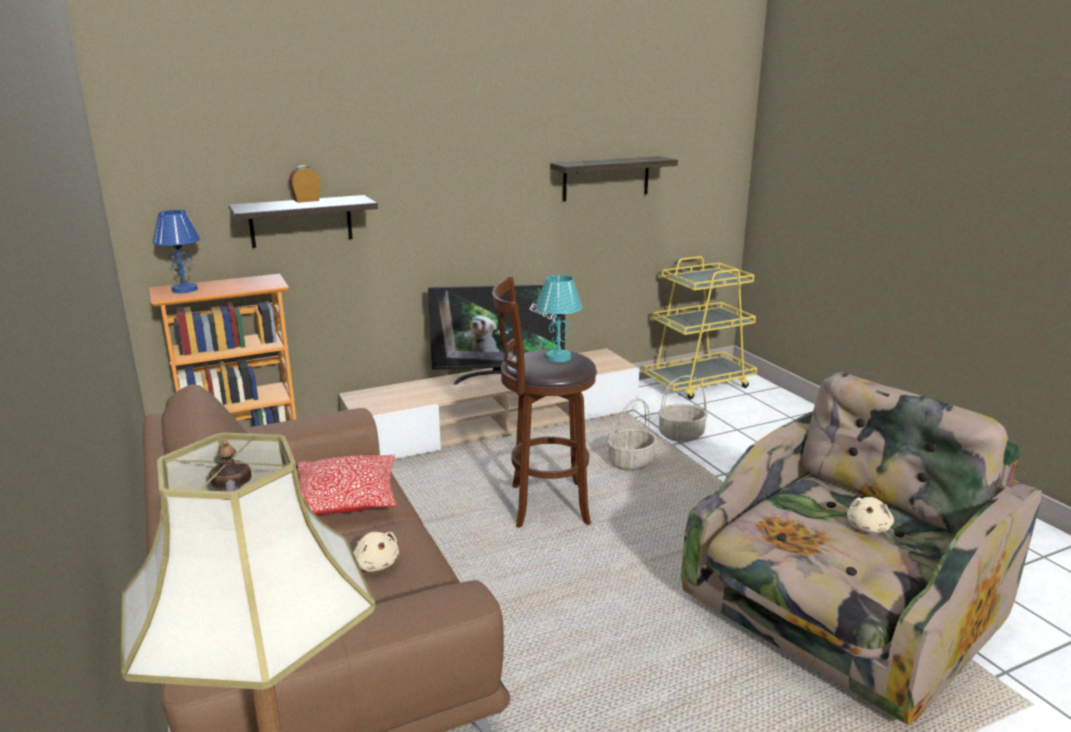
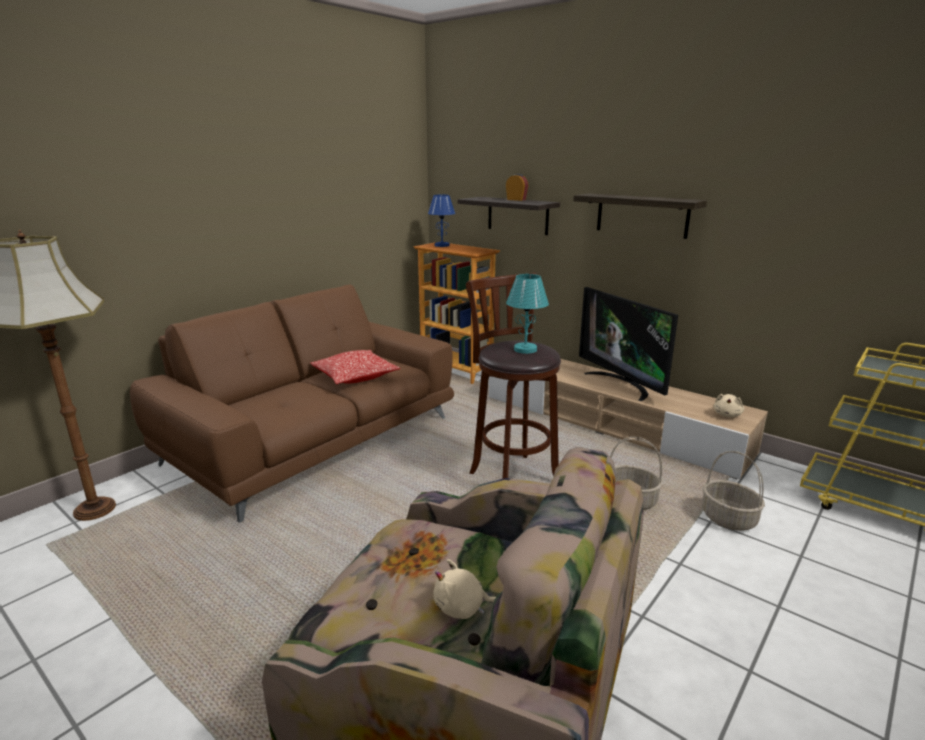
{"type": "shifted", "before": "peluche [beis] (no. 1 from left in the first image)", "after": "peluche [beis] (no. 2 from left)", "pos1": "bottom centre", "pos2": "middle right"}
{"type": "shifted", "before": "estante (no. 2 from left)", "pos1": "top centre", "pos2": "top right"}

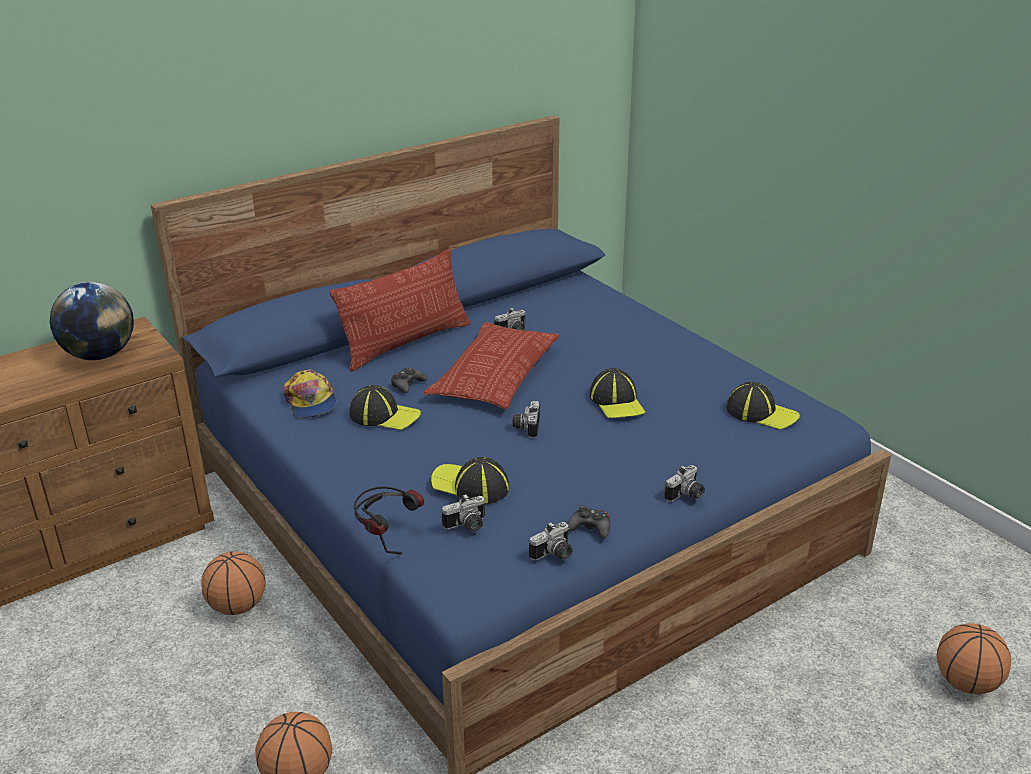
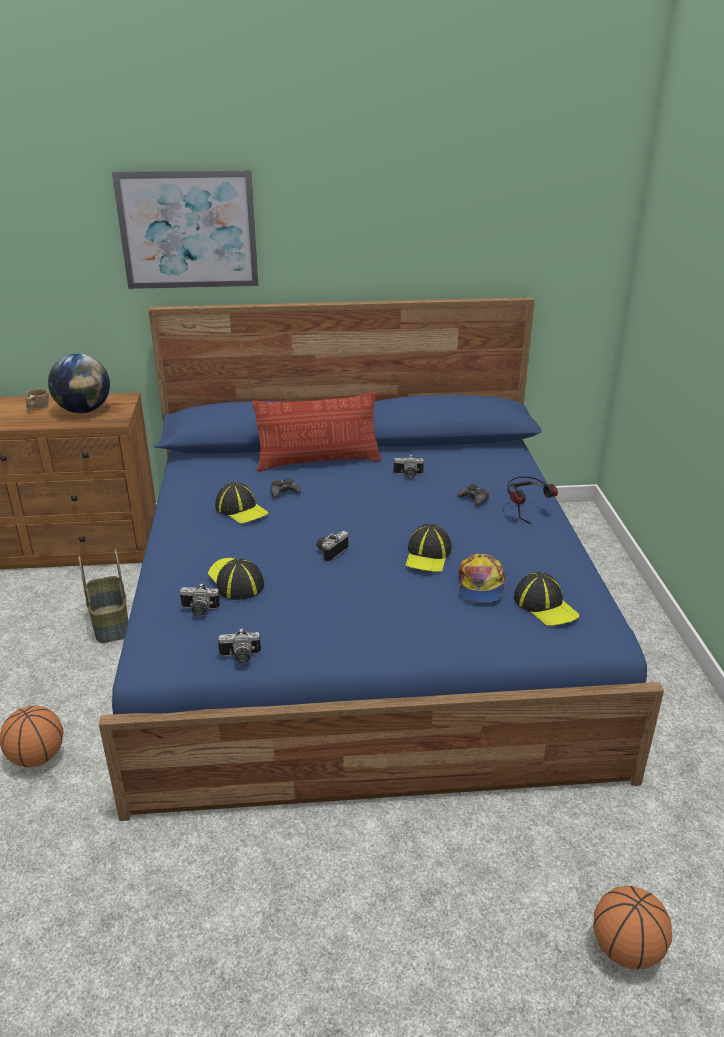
{"type": "gone", "before": "cojín (no. 2 from left)", "pos1": "centre"}
{"type": "gone", "before": "cámara (no. 5 from left)", "pos1": "centre"}
{"type": "new", "after": "taza [beis]", "pos2": "middle left"}
{"type": "new", "after": "cuadro", "pos2": "top left"}
{"type": "shifted", "before": "gorra (no. 1 from left in the first image)", "after": "gorra (no. 4 from left)", "pos1": "middle left", "pos2": "centre"}
{"type": "shifted", "before": "auriculares", "pos1": "bottom centre", "pos2": "middle right"}
{"type": "shifted", "before": "mando de consola [negro] (no. 2 from left)", "pos1": "bottom centre", "pos2": "centre"}
{"type": "swapped", "before": "balón de baloncesto (no. 1 from left)", "after": "cesta", "pos1": "bottom left", "pos2": "middle left"}

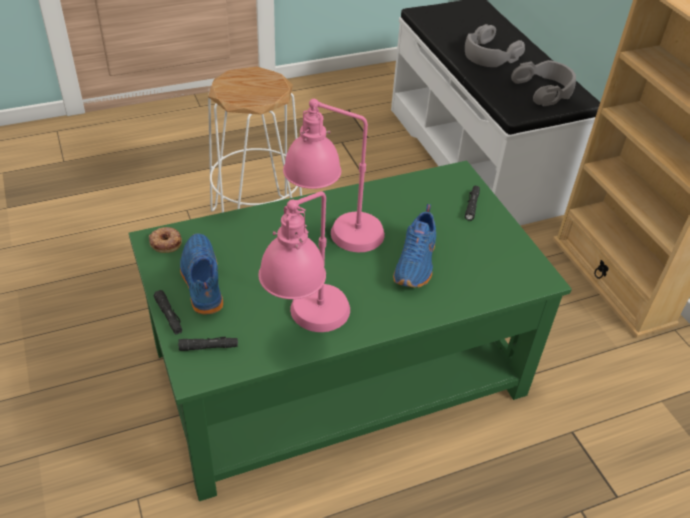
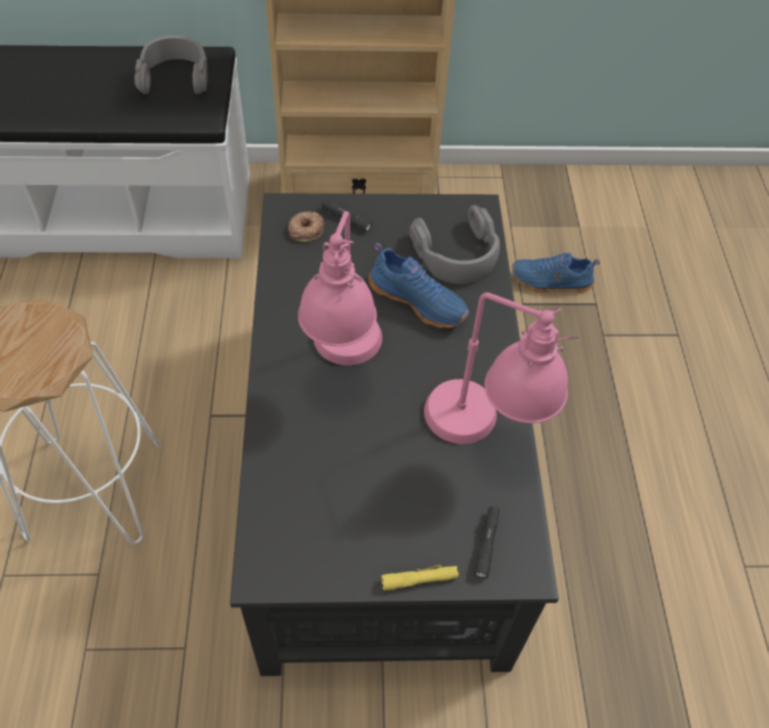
{"type": "shifted", "before": "rosquilla", "pos1": "middle left", "pos2": "top centre"}
{"type": "shifted", "before": "zapato [azul] (no. 1 from left in the first image)", "after": "zapato [azul] (no. 2 from left)", "pos1": "middle left", "pos2": "middle right"}
{"type": "shifted", "before": "auriculares [gris] (no. 1 from left in the first image)", "after": "auriculares [gris] (no. 2 from left)", "pos1": "top right", "pos2": "centre"}
{"type": "repainted", "before": "mesa de centro [verde]", "after": "mesa de centro [negro]", "pos1": "centre", "pos2": "centre"}
{"type": "repainted", "before": "linterna [negro] (no. 1 from left)", "after": "linterna [amarillo]", "pos1": "middle left", "pos2": "bottom centre"}

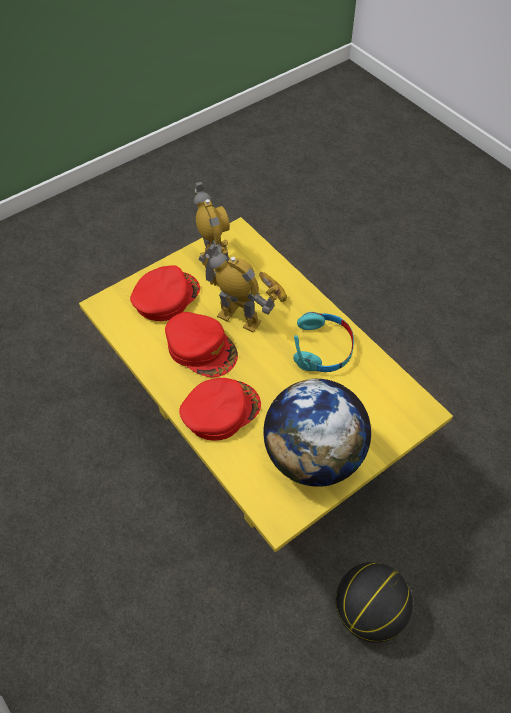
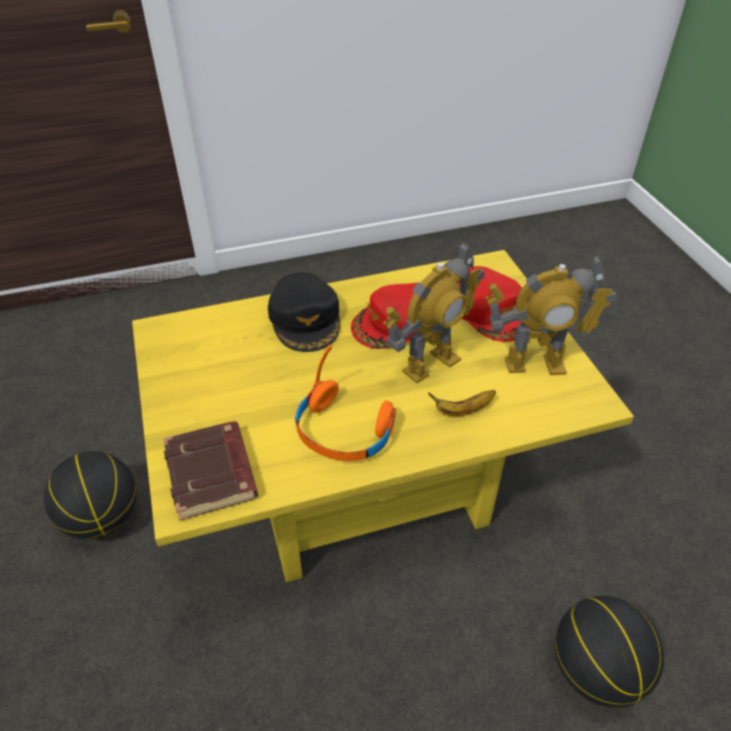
{"type": "gone", "before": "globo terráqueo", "pos1": "centre"}
{"type": "new", "after": "libro [marrón]", "pos2": "middle left"}
{"type": "new", "after": "balón de baloncesto (no. 2 from left)", "pos2": "bottom right"}
{"type": "repainted", "before": "gorra [rojo] (no. 3 from left)", "after": "gorra [negro]", "pos1": "centre", "pos2": "centre"}
{"type": "repainted", "before": "auriculares [turquesa]", "after": "auriculares [naranja]", "pos1": "centre", "pos2": "centre"}

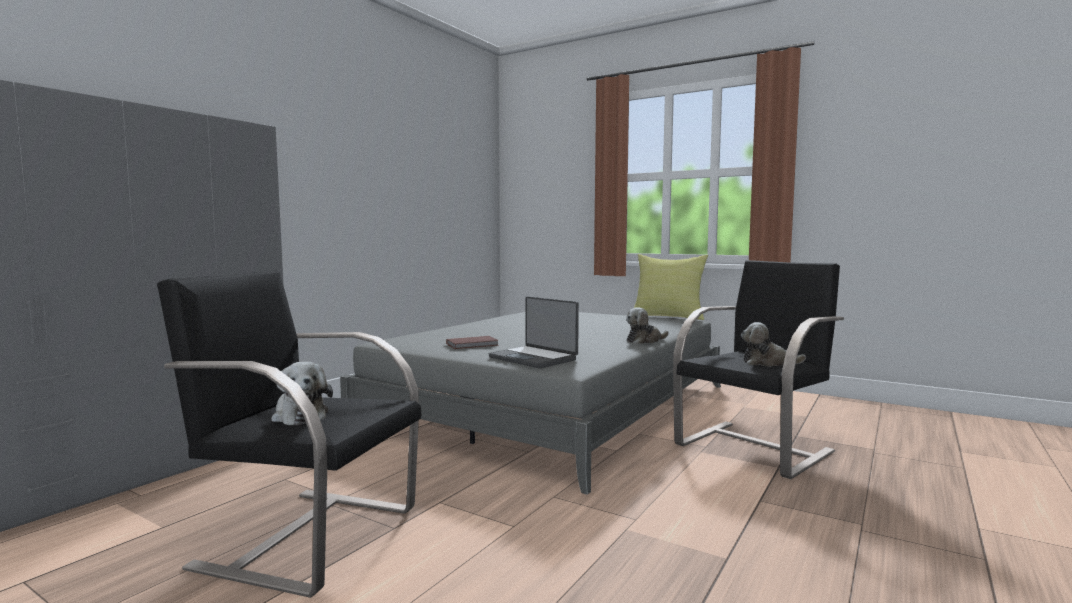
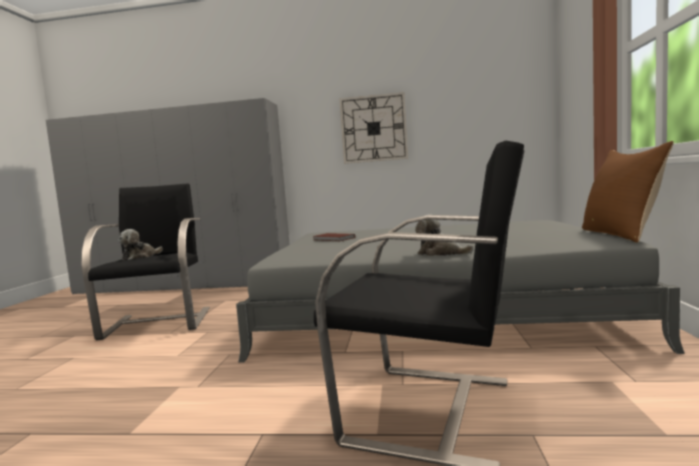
{"type": "gone", "before": "portátil", "pos1": "centre"}
{"type": "gone", "before": "peluche (no. 3 from left)", "pos1": "middle right"}
{"type": "new", "after": "reloj de pared", "pos2": "top centre"}
{"type": "repainted", "before": "cojín [amarillo]", "after": "cojín [marrón]", "pos1": "centre", "pos2": "middle right"}

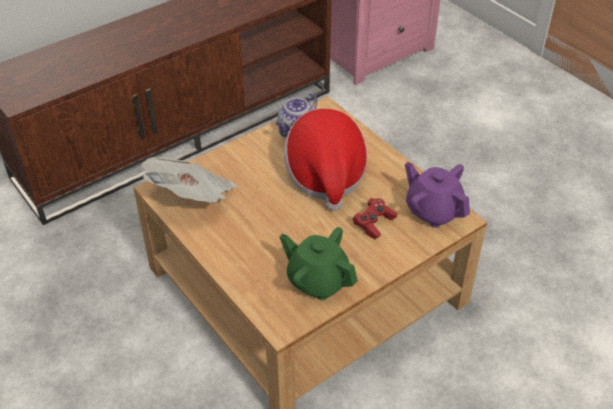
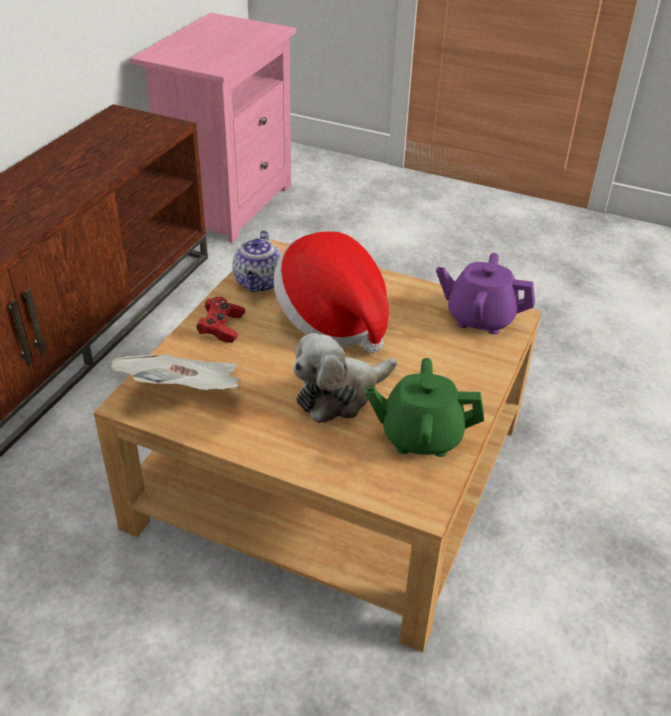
{"type": "new", "after": "peluche", "pos2": "centre"}
{"type": "shifted", "before": "mando de consola [rojo]", "pos1": "centre", "pos2": "middle left"}

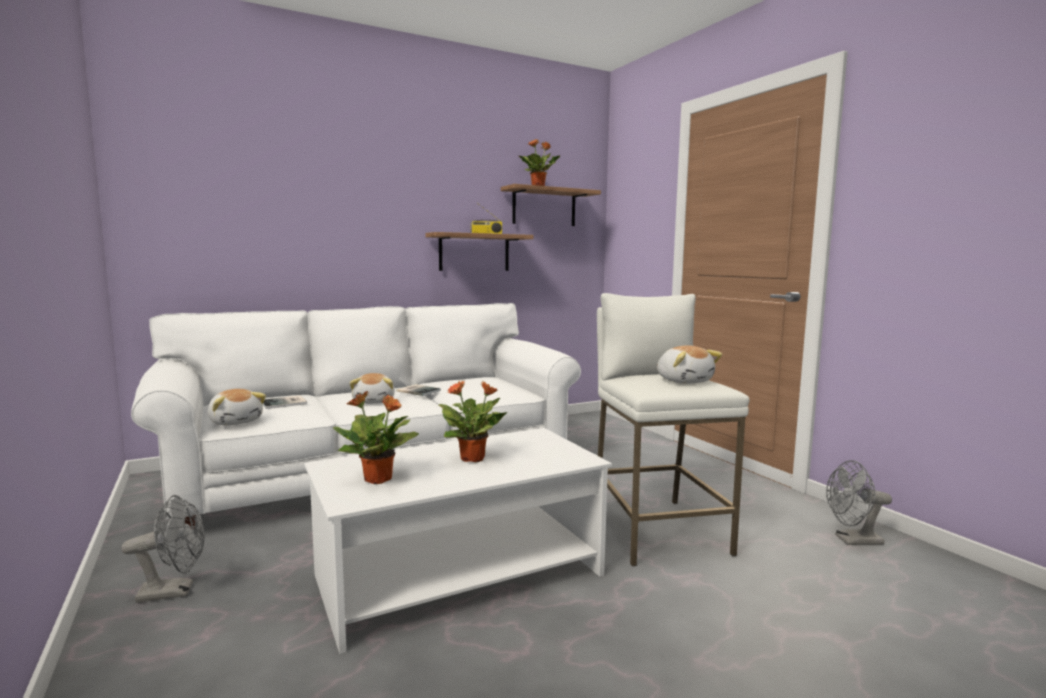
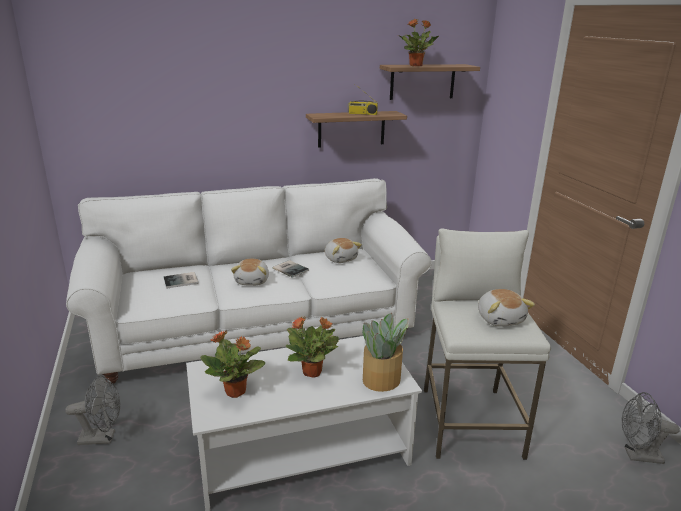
{"type": "new", "after": "planta en maceta (no. 3 from left)", "pos2": "bottom centre"}
{"type": "shifted", "before": "peluche (no. 1 from left in the first image)", "after": "peluche (no. 2 from left)", "pos1": "middle left", "pos2": "centre"}

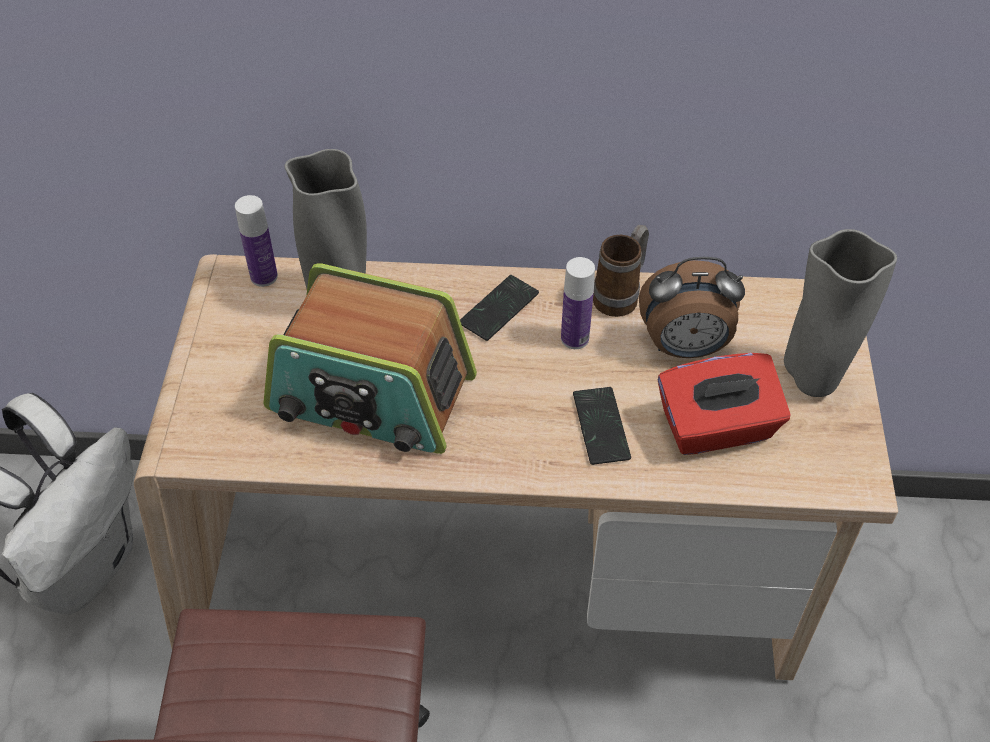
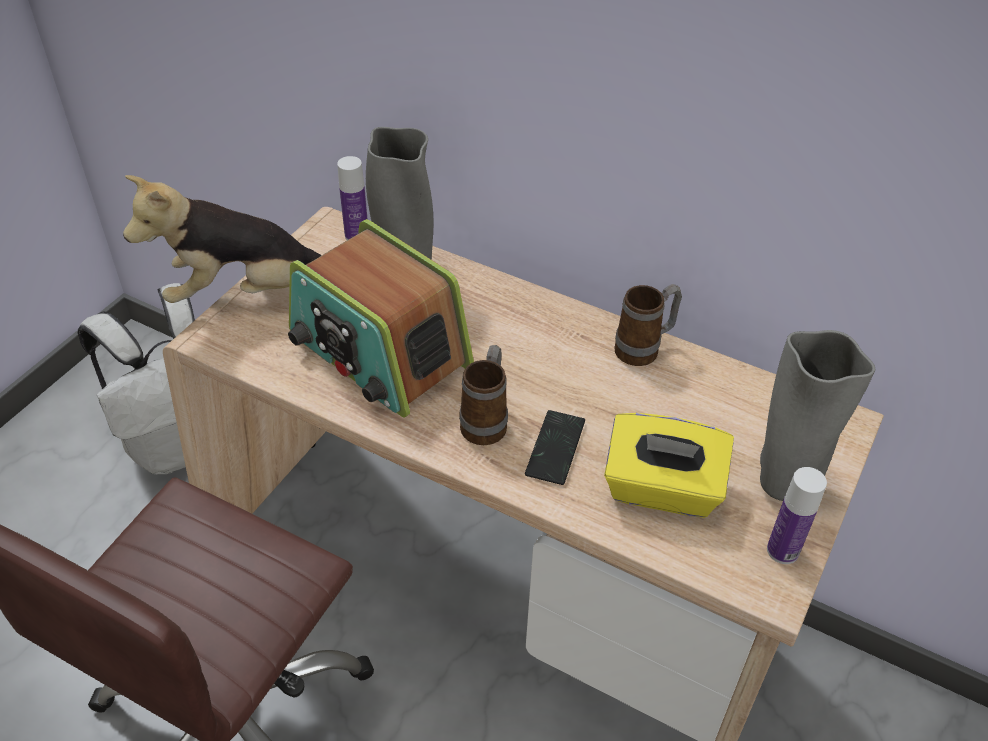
{"type": "gone", "before": "móvil (no. 1 from left)", "pos1": "centre"}
{"type": "gone", "before": "despertador", "pos1": "middle right"}
{"type": "new", "after": "peluche", "pos2": "top left"}
{"type": "new", "after": "taza grande (no. 1 from left)", "pos2": "centre"}
{"type": "shifted", "before": "botella (no. 2 from left)", "pos1": "centre", "pos2": "bottom right"}
{"type": "repainted", "before": "caja de pañuelos [rojo]", "after": "caja de pañuelos [amarillo]", "pos1": "middle right", "pos2": "middle right"}

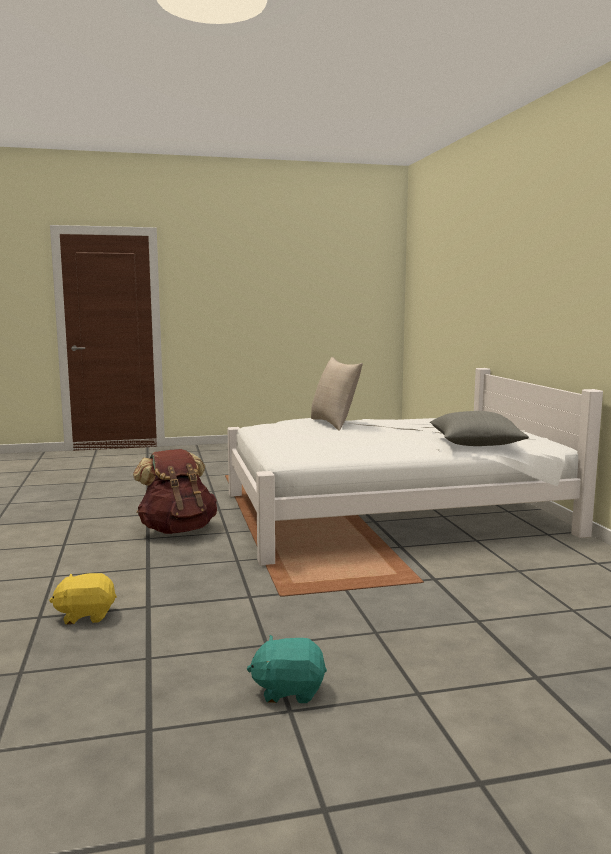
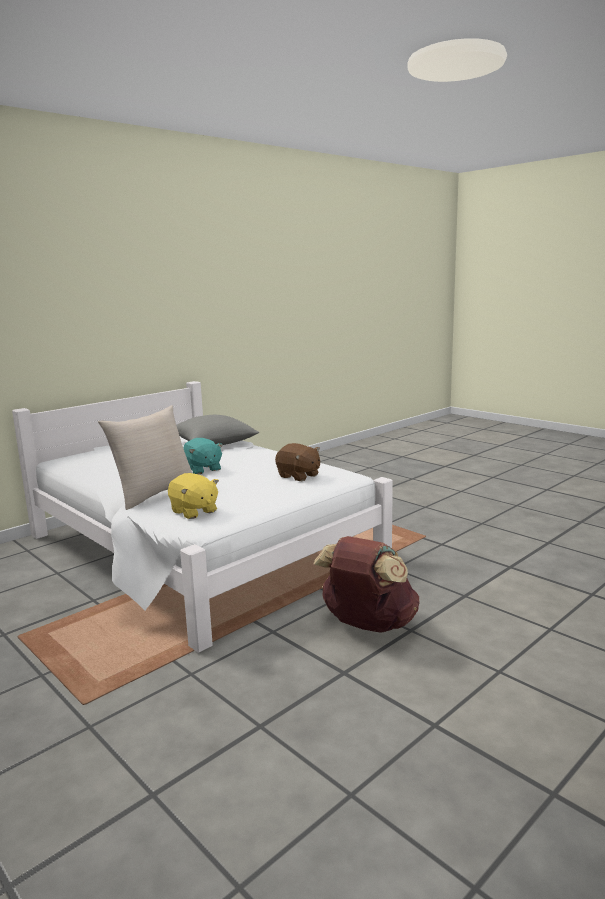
{"type": "new", "after": "peluche [marrón]", "pos2": "centre"}
{"type": "shifted", "before": "peluche [amarillo]", "pos1": "bottom left", "pos2": "middle left"}
{"type": "shifted", "before": "peluche [turquesa]", "pos1": "bottom centre", "pos2": "centre"}

